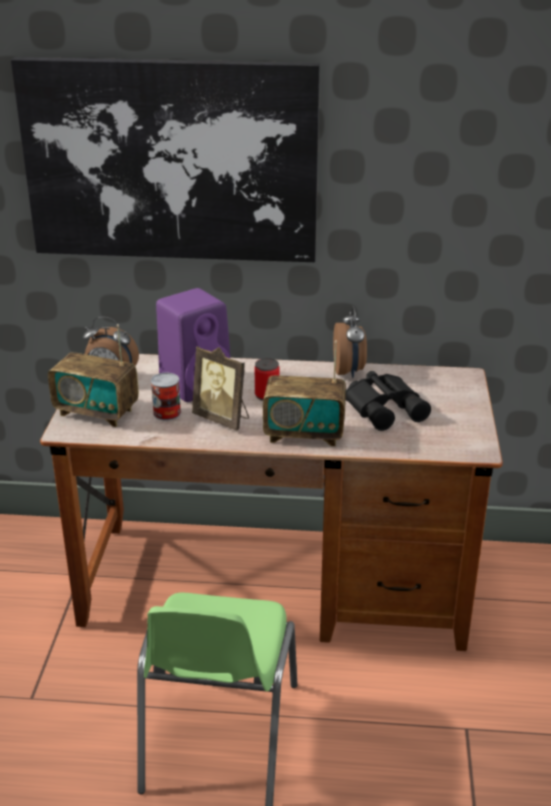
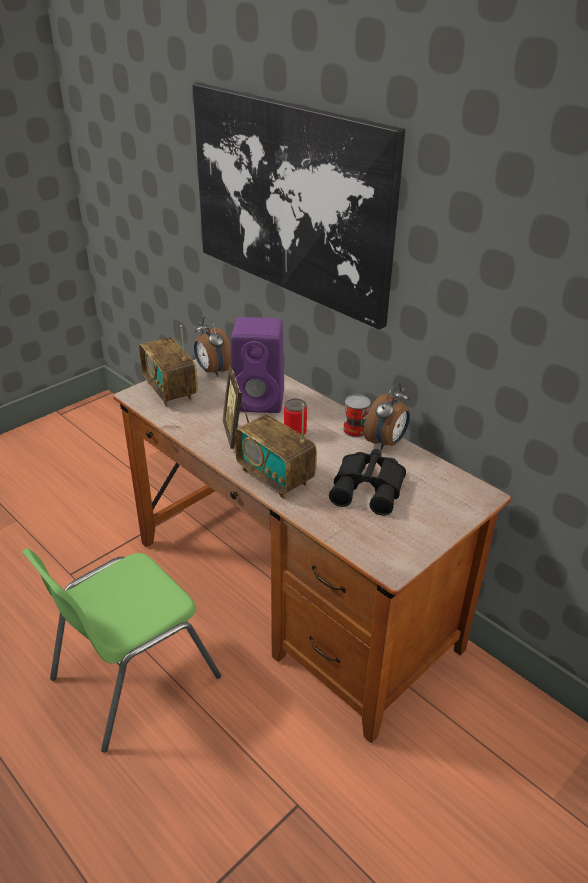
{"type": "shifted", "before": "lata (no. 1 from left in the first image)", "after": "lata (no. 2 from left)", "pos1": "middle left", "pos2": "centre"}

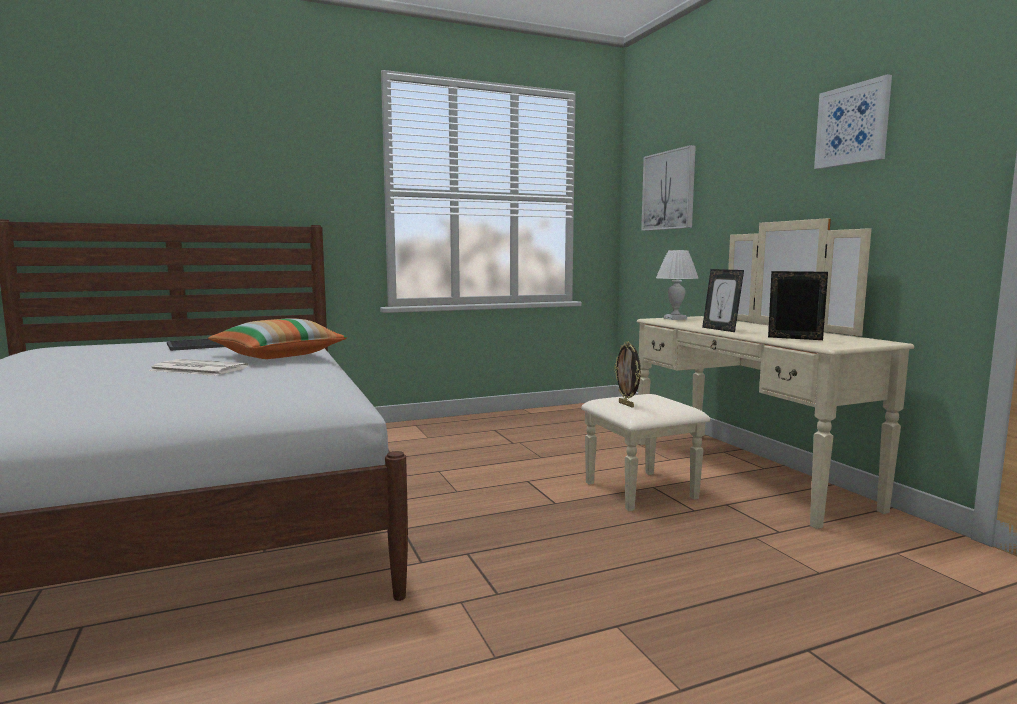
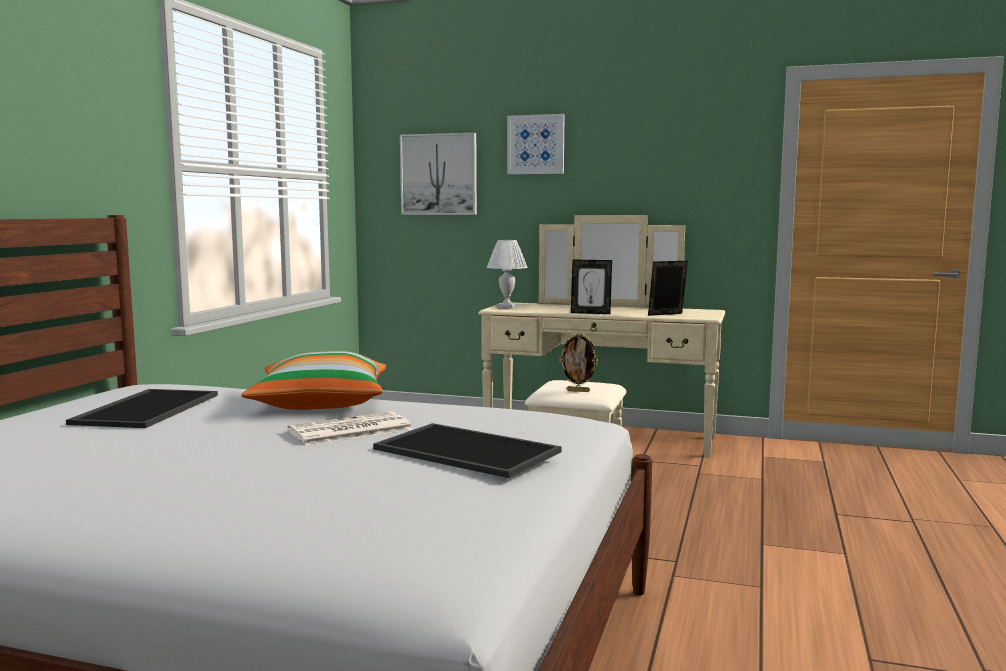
{"type": "new", "after": "bandeja (no. 2 from left)", "pos2": "bottom centre"}
{"type": "shifted", "before": "cuadro (no. 2 from left)", "pos1": "top right", "pos2": "top centre"}

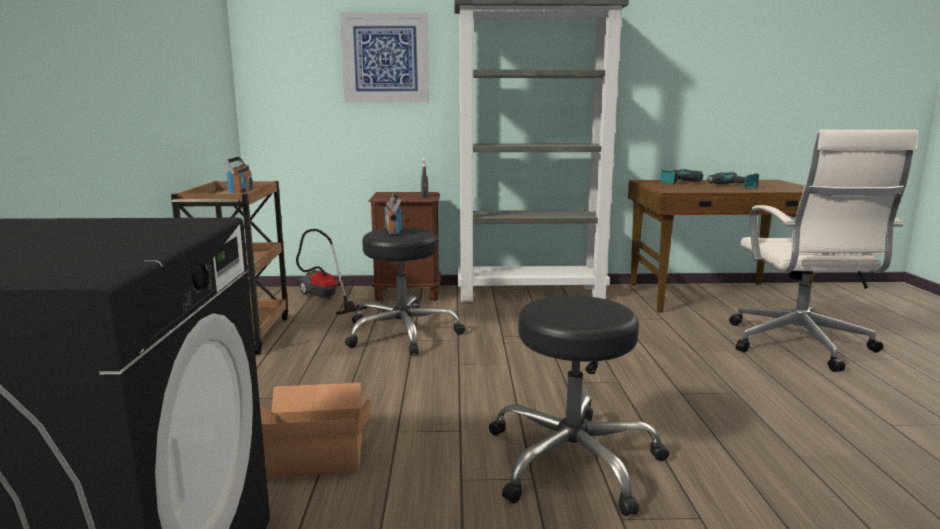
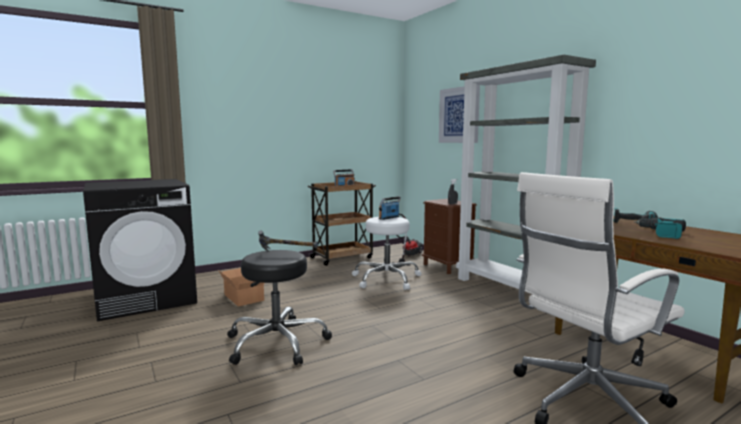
{"type": "new", "after": "martillo", "pos2": "centre"}
{"type": "repainted", "before": "taburete [negro] (no. 1 from left)", "after": "taburete [blanco]", "pos1": "centre", "pos2": "centre"}

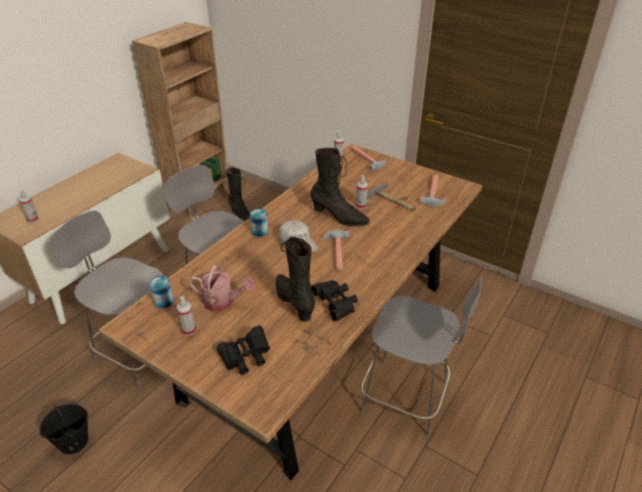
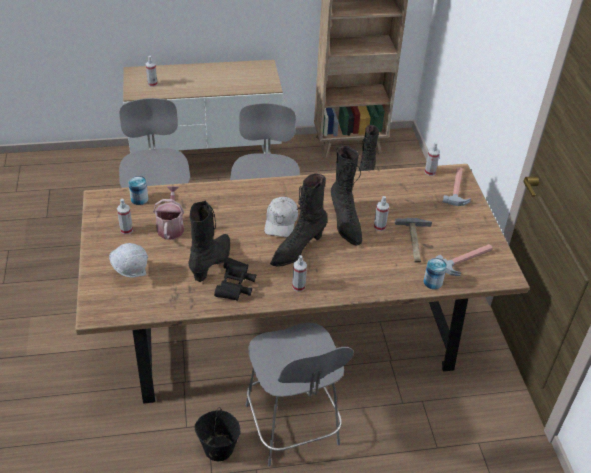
{"type": "new", "after": "pulverizador (no. 3 from left)", "pos2": "centre"}
{"type": "shifted", "before": "cubo [negro]", "pos1": "bottom left", "pos2": "bottom centre"}
{"type": "shifted", "before": "lata (no. 2 from left)", "pos1": "centre", "pos2": "middle right"}
{"type": "swapped", "before": "prismáticos [negro] (no. 1 from left)", "after": "casco [blanco]", "pos1": "bottom centre", "pos2": "middle left"}
{"type": "swapped", "before": "martillo (no. 1 from left)", "after": "bota [negro] (no. 2 from left)", "pos1": "centre", "pos2": "centre"}
{"type": "rotated", "before": "regadera", "pos1": "centre", "pos2": "middle left", "turn": -150}

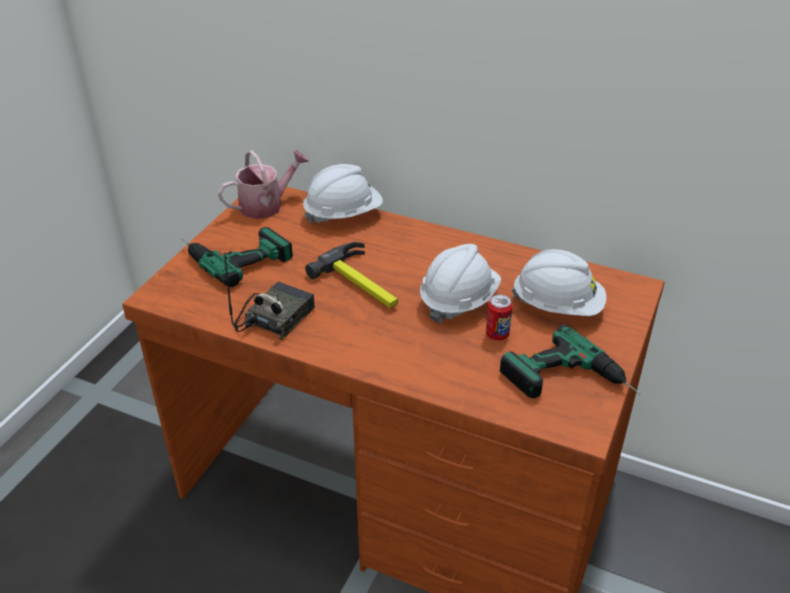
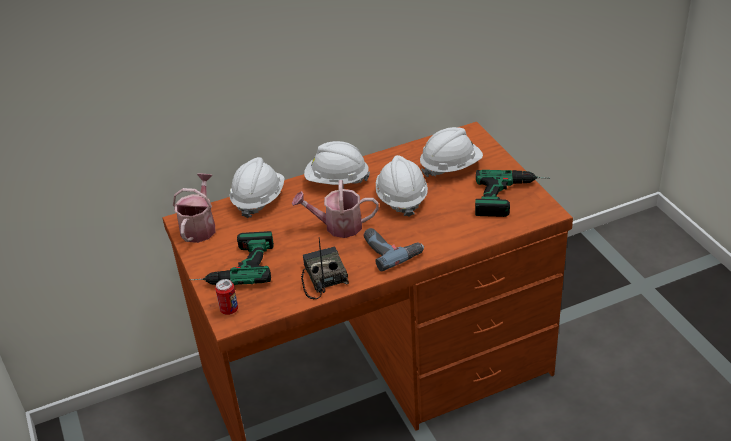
{"type": "new", "after": "casco [blanco] (no. 2 from left)", "pos2": "centre"}
{"type": "new", "after": "taladro (no. 2 from left)", "pos2": "centre"}
{"type": "shifted", "before": "lata", "pos1": "centre", "pos2": "bottom left"}
{"type": "swapped", "before": "martillo", "after": "regadera (no. 2 from left)", "pos1": "centre", "pos2": "centre"}

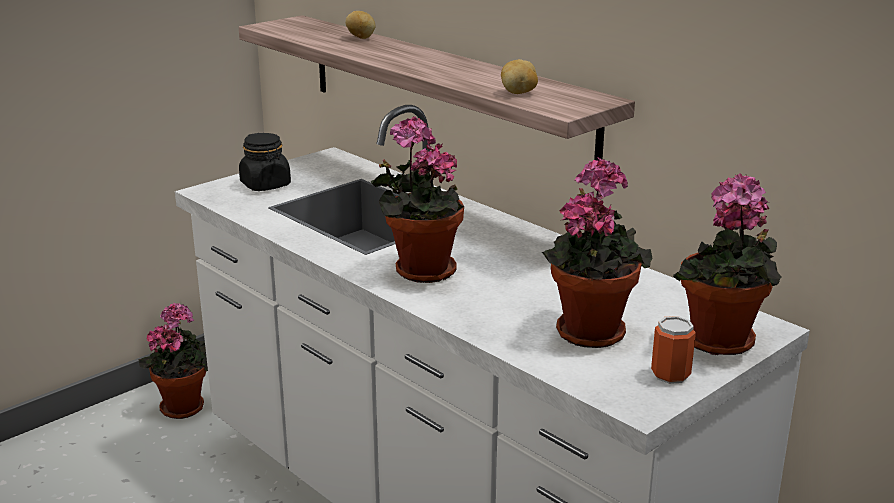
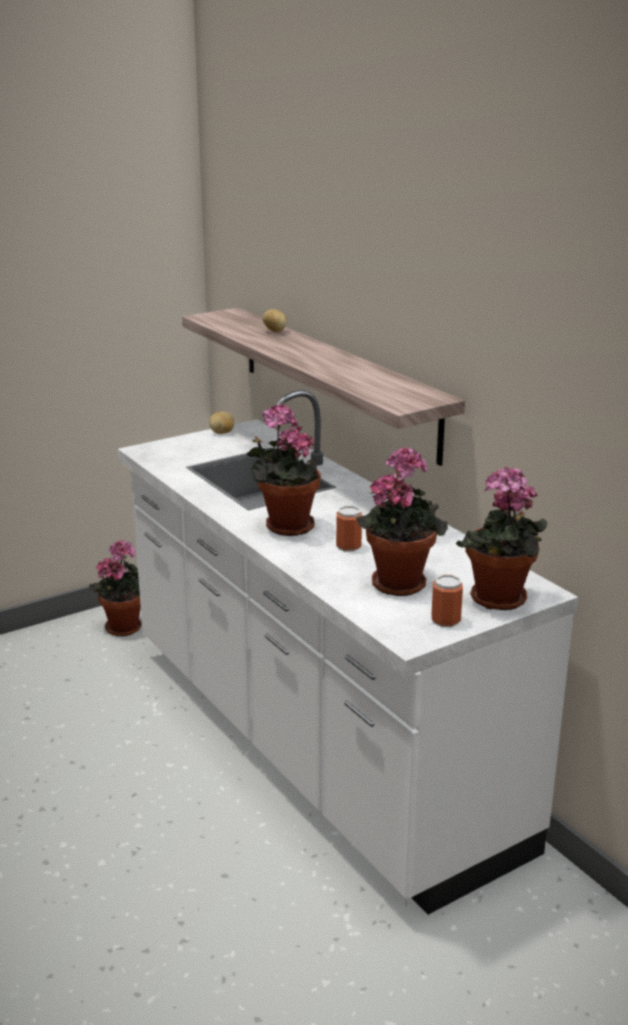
{"type": "gone", "before": "tarro [negro]", "pos1": "top left"}
{"type": "new", "after": "lata (no. 1 from left)", "pos2": "centre"}
{"type": "shifted", "before": "patata (no. 2 from left in the first image)", "after": "patata (no. 1 from left)", "pos1": "top centre", "pos2": "centre"}

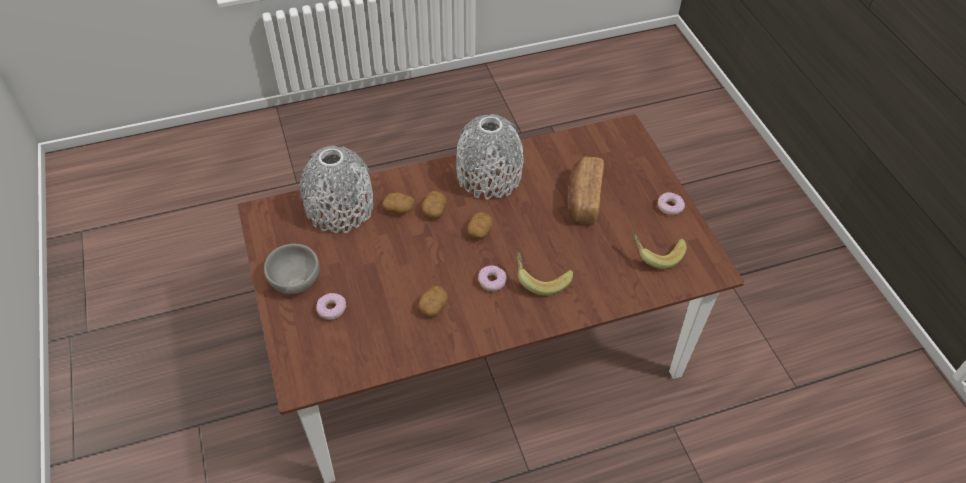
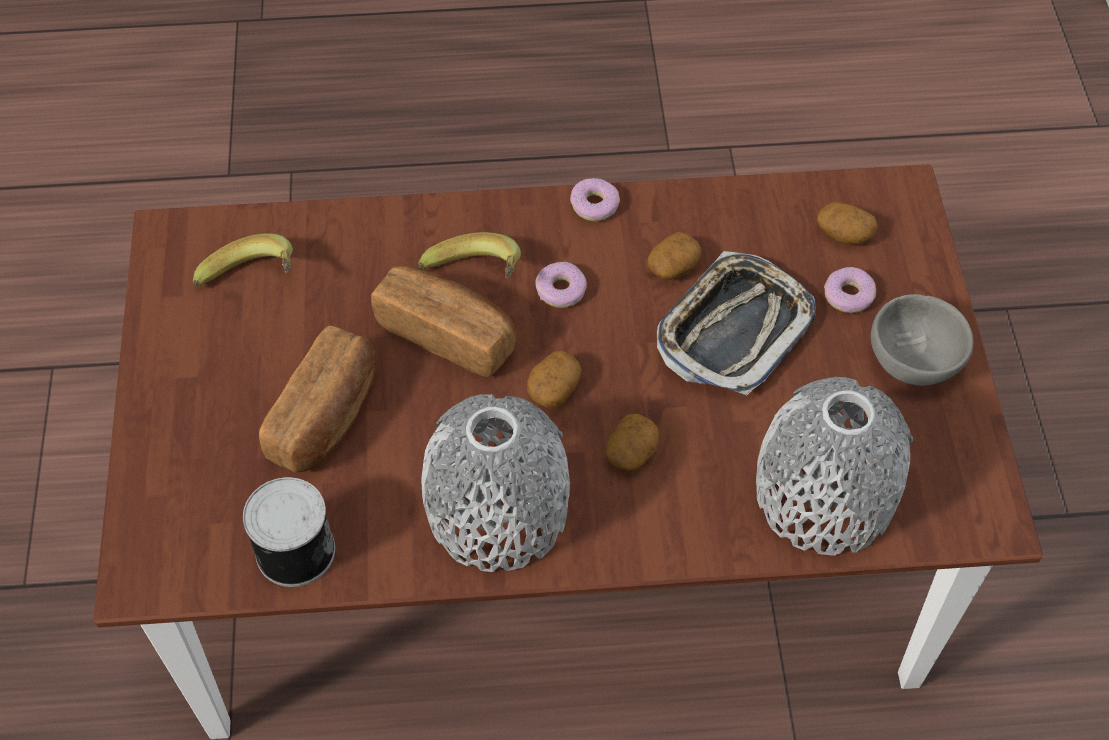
{"type": "new", "after": "lata", "pos2": "bottom left"}
{"type": "new", "after": "pan (no. 2 from left)", "pos2": "centre"}
{"type": "new", "after": "bandeja", "pos2": "centre"}
{"type": "shifted", "before": "patata (no. 1 from left in the first image)", "after": "patata (no. 4 from left)", "pos1": "centre", "pos2": "top right"}
{"type": "shifted", "before": "rosquilla (no. 3 from left in the first image)", "after": "rosquilla (no. 2 from left)", "pos1": "middle right", "pos2": "top centre"}

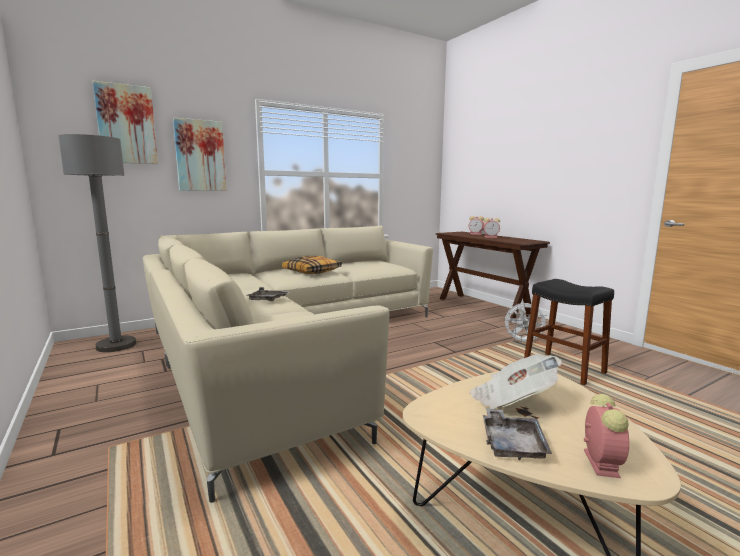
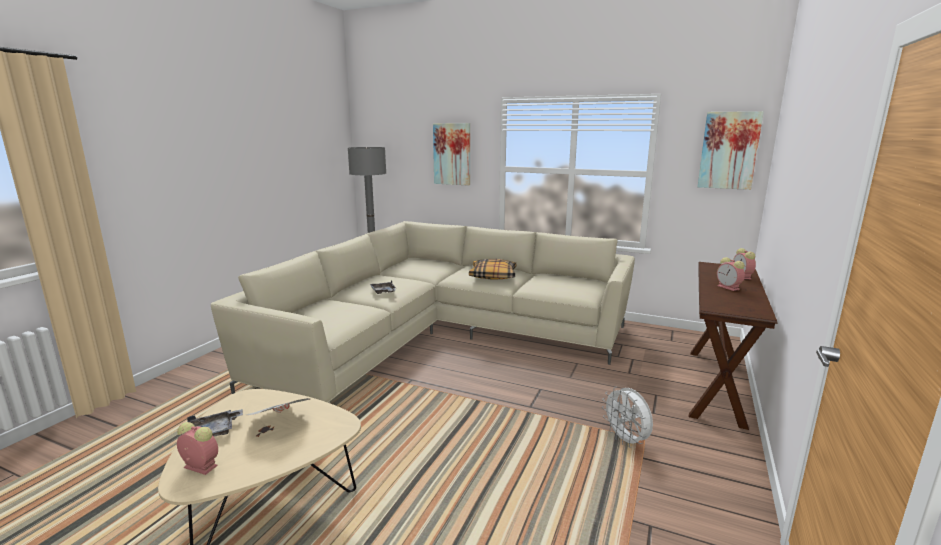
{"type": "gone", "before": "taburete [negro]", "pos1": "middle right"}
{"type": "shifted", "before": "cuadro (no. 1 from left in the first image)", "after": "cuadro (no. 2 from left)", "pos1": "top left", "pos2": "top right"}
{"type": "rotated", "before": "despertador (no. 3 from left in the first image)", "pos1": "bottom right", "pos2": "bottom left", "turn": -135}

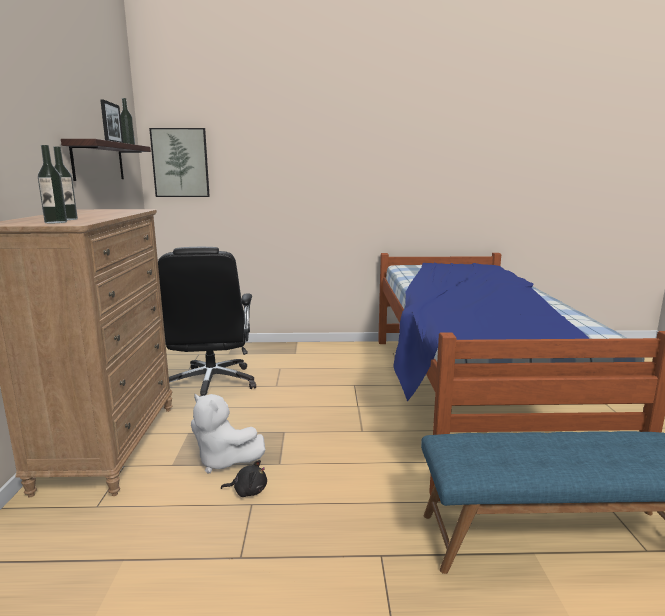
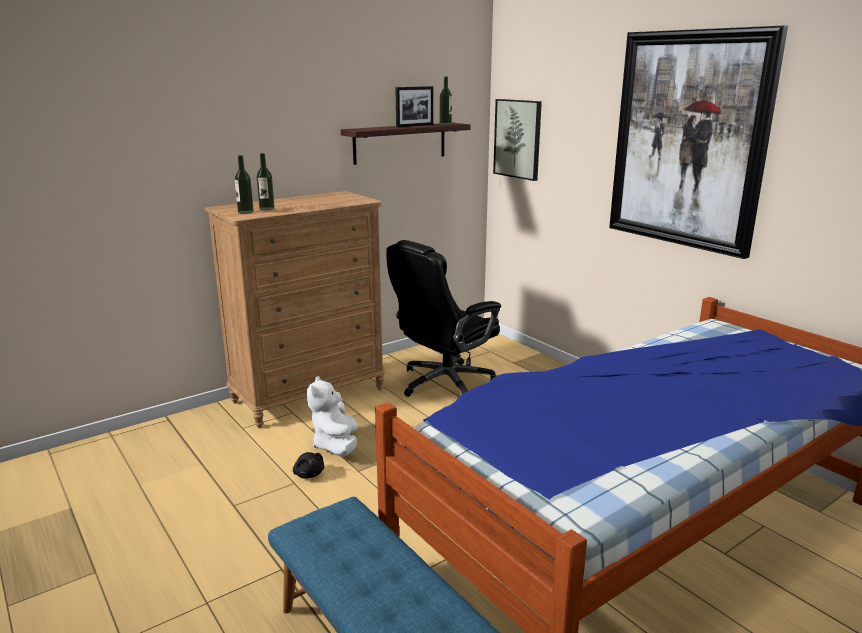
{"type": "new", "after": "cuadro (no. 2 from left)", "pos2": "top right"}

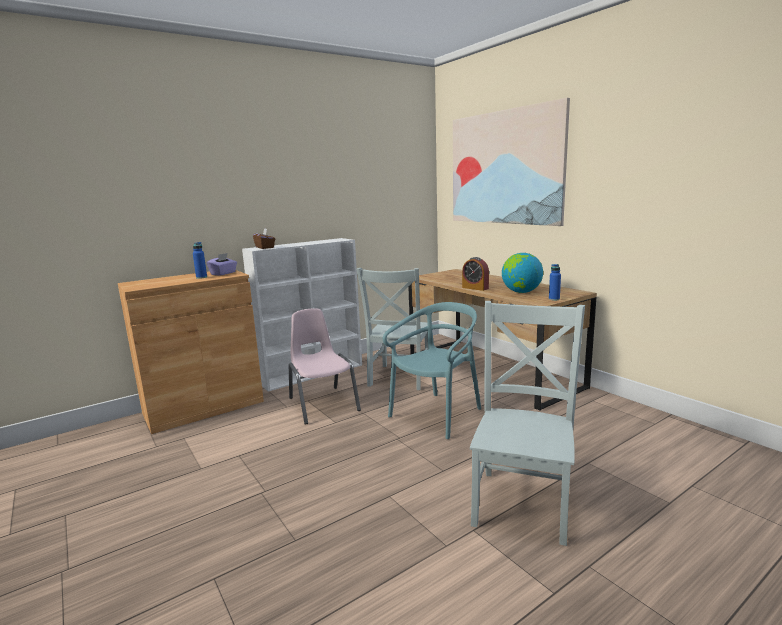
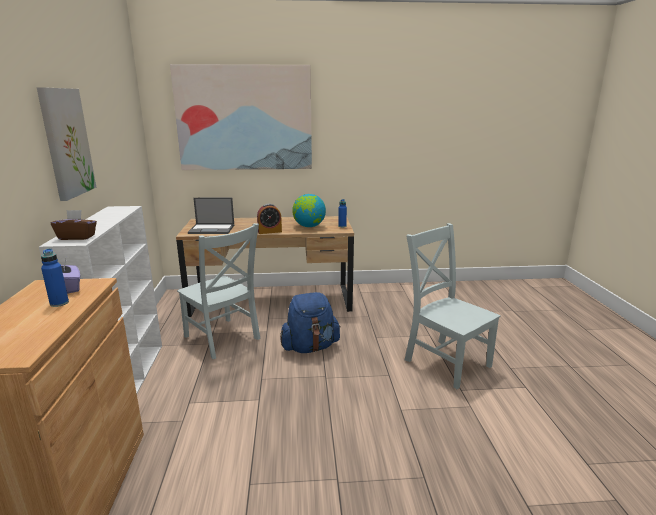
{"type": "gone", "before": "silla [rosa]", "pos1": "centre"}
{"type": "new", "after": "cuadro (no. 1 from left)", "pos2": "top left"}
{"type": "new", "after": "portátil", "pos2": "middle left"}
{"type": "swapped", "before": "silla [turquesa]", "after": "mochila [azul]", "pos1": "centre", "pos2": "centre"}

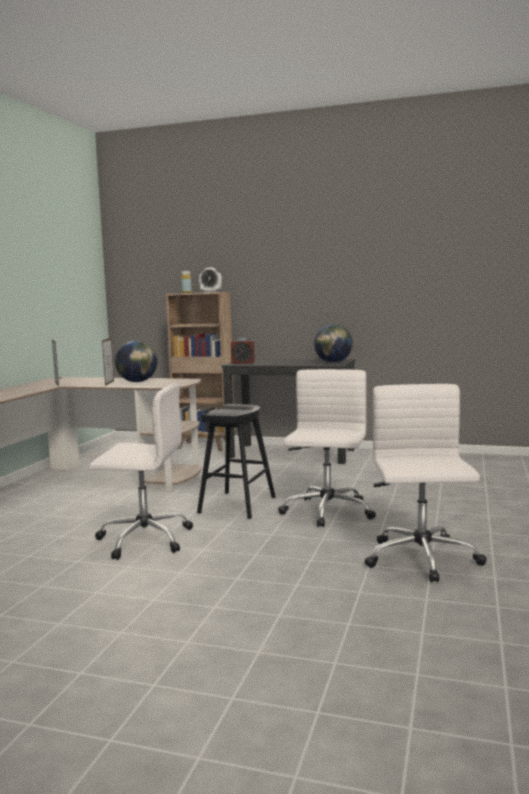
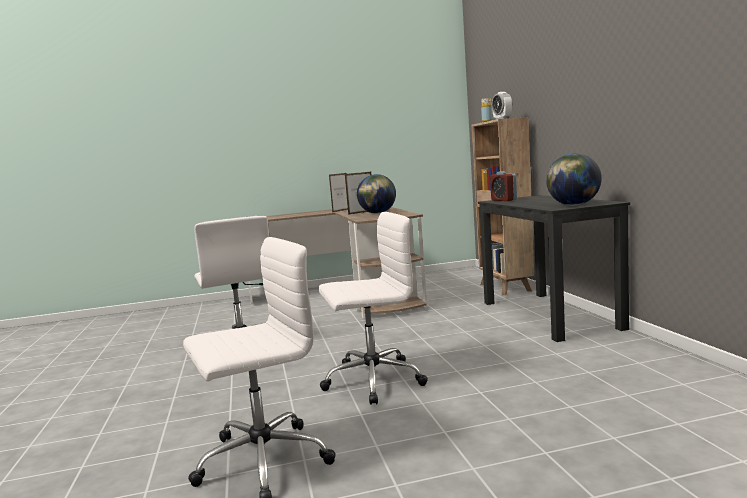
{"type": "gone", "before": "taburete [negro]", "pos1": "centre"}

